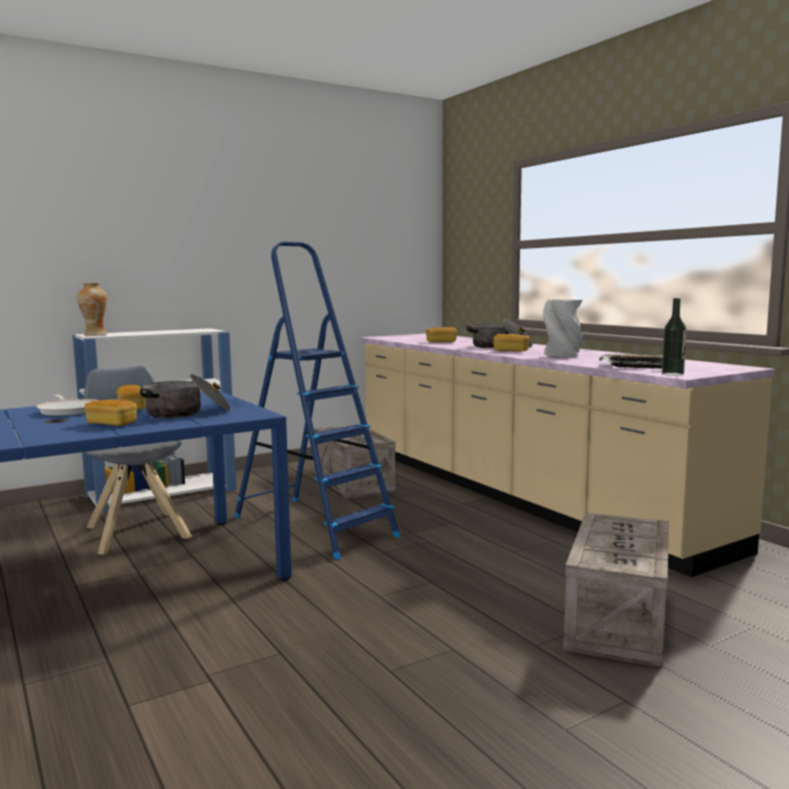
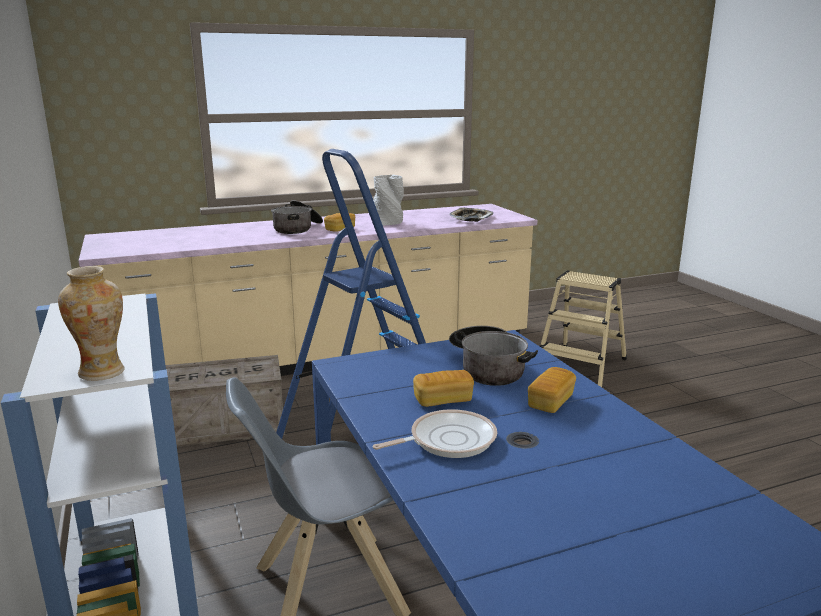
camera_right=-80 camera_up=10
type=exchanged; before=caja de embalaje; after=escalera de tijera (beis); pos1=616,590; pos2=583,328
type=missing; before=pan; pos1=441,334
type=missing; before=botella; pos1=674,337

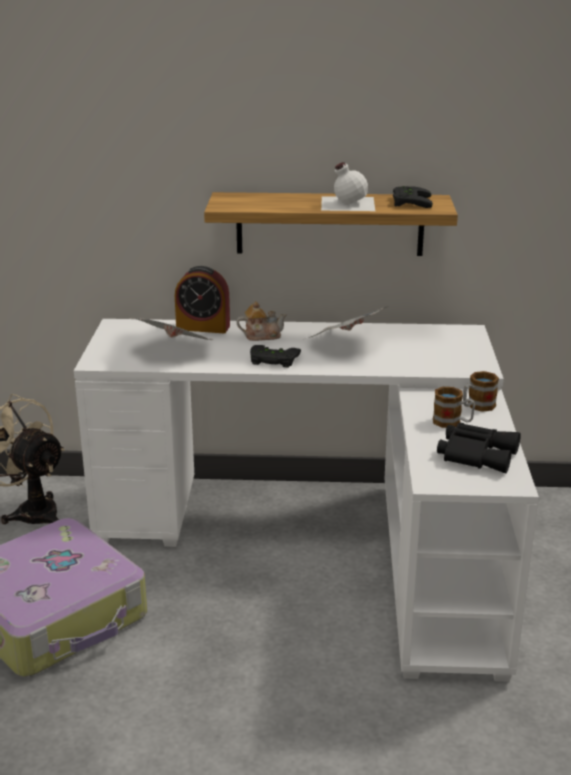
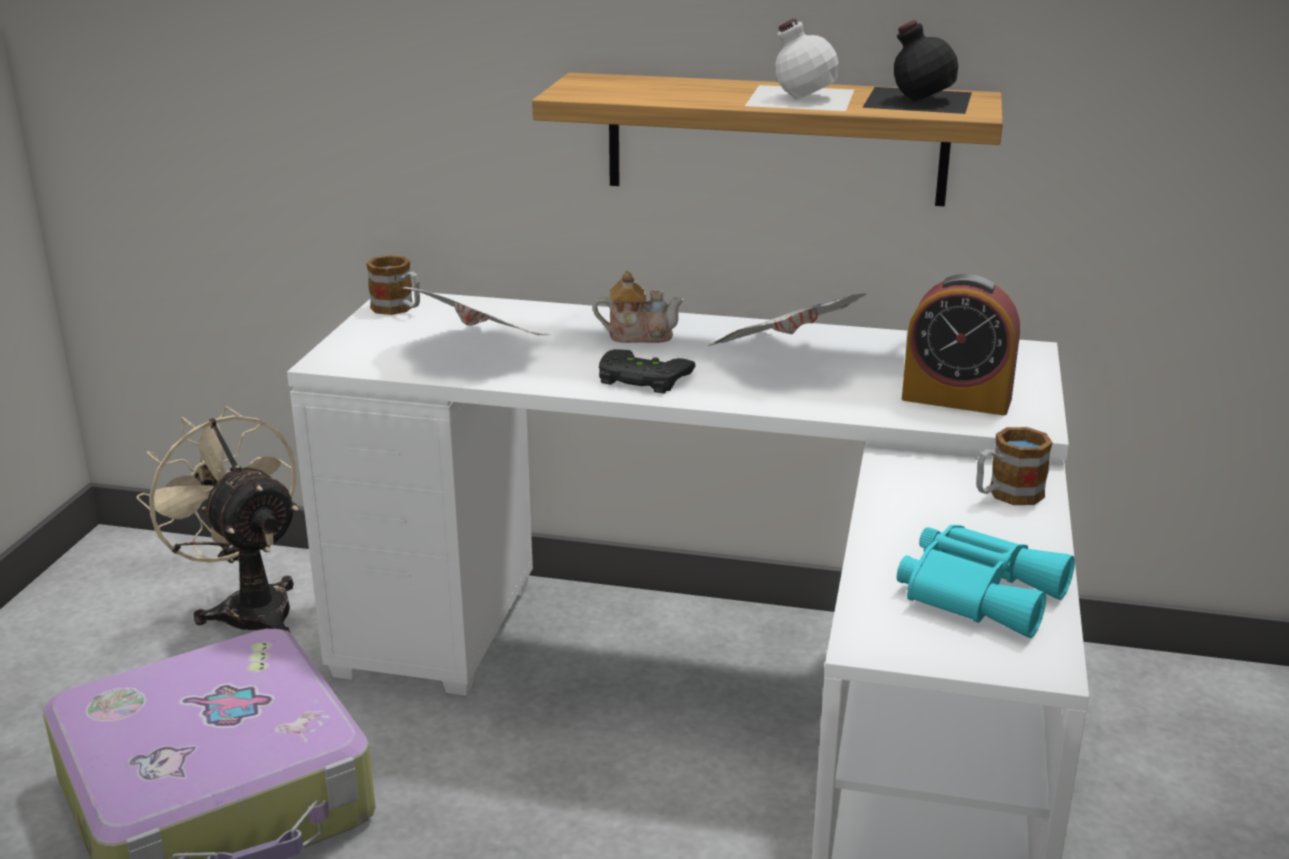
camera_right=10 camera_up=0
type=relocated; before=taza grande; pos1=454,407; pos2=393,285
type=exchanged; before=mando de consola (negro); after=botella (negro); pos1=413,197; pos2=917,67
type=colour; before=prismáticos (negro); after=prismáticos (turquesa); pos1=479,448; pos2=986,581
type=relocated; before=despertador; pos1=202,299; pos2=961,344

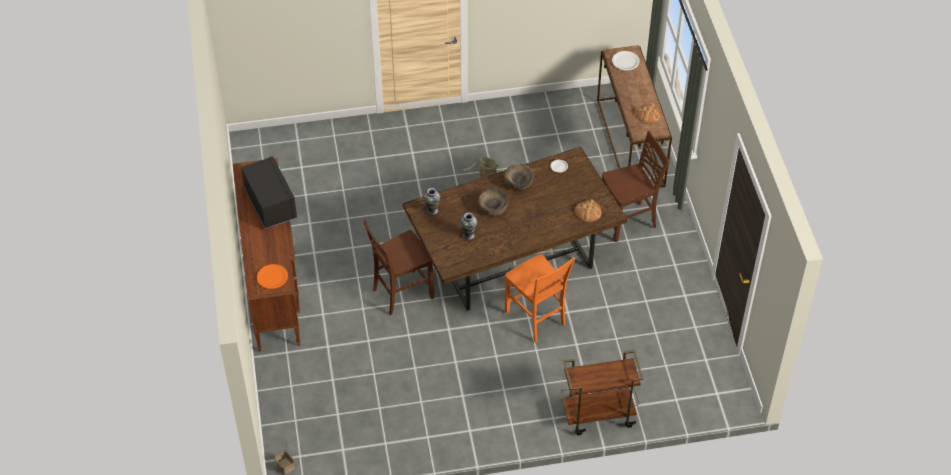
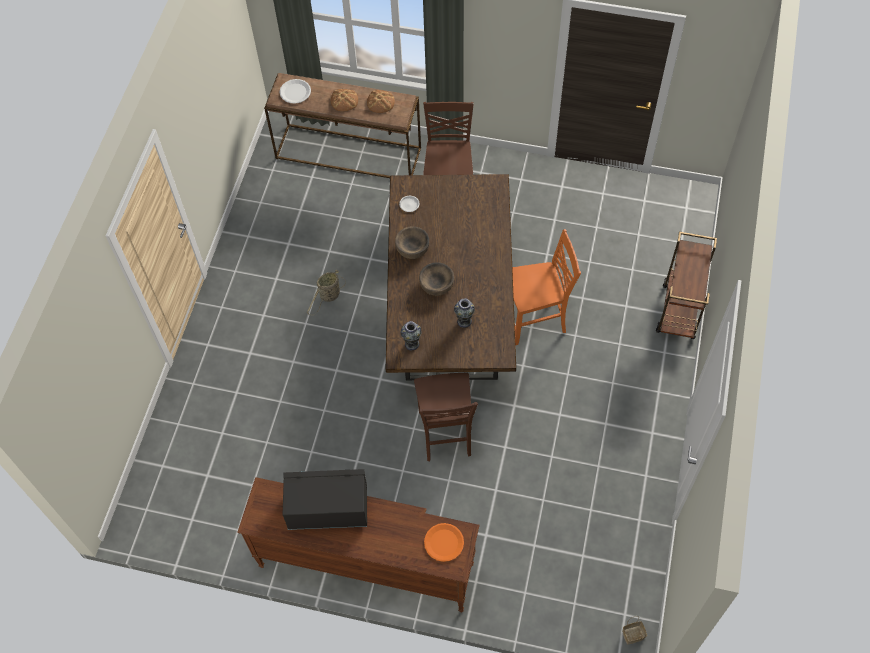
camera_right=-65 camera_up=10
type=relocated; before=pan; pos1=588,210; pos2=344,100

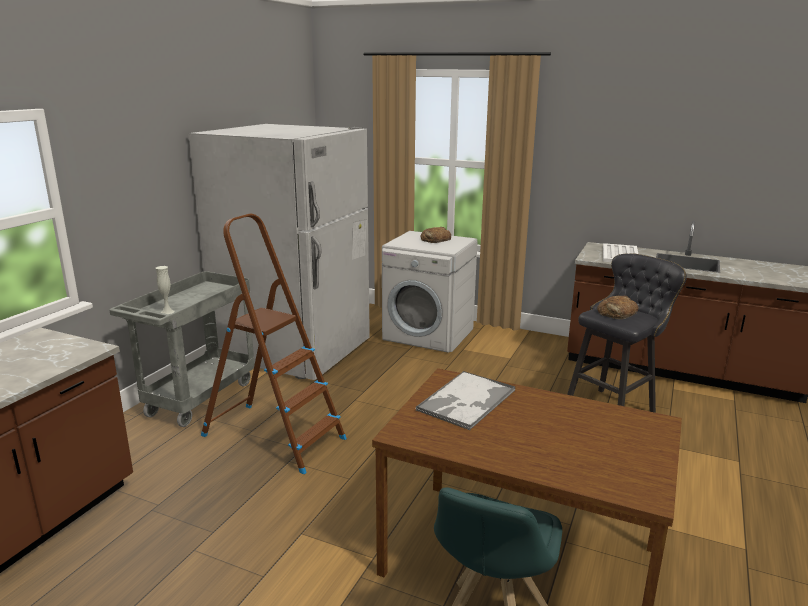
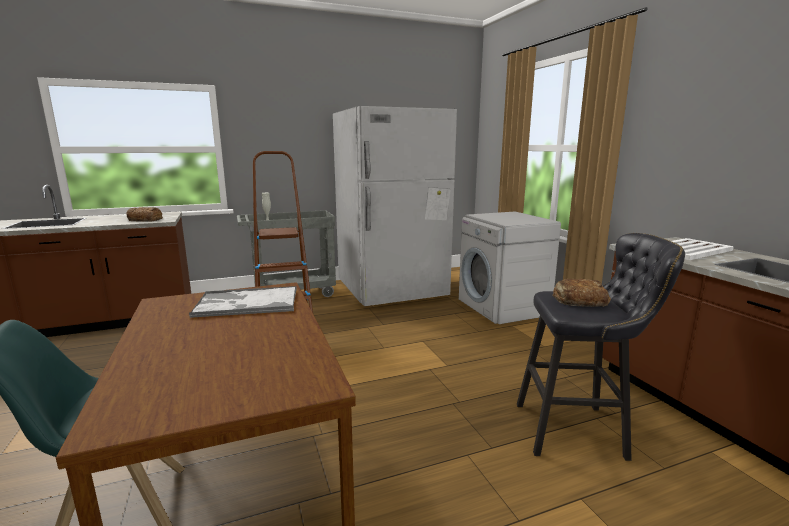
camera_right=45 camera_up=-5
type=relocated; before=pan; pos1=436,235; pos2=144,214

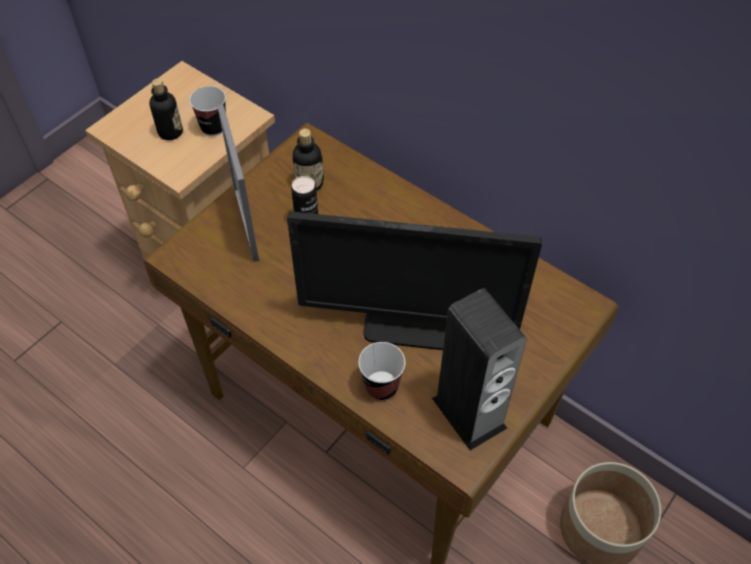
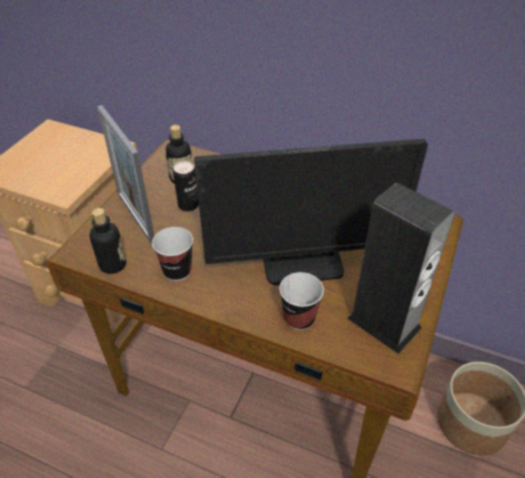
camera_right=-15 camera_up=-10
type=relocated; before=botella; pos1=166,109; pos2=107,241
type=relocated; before=taza; pos1=207,111; pos2=172,254

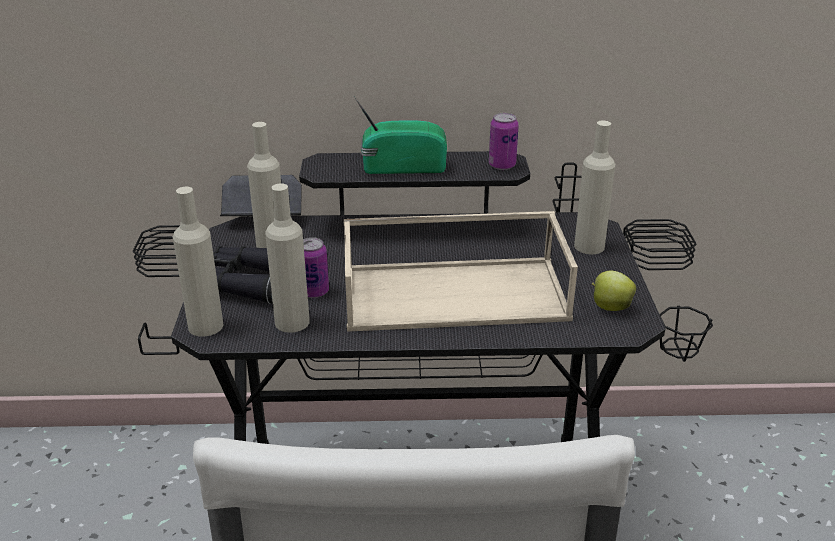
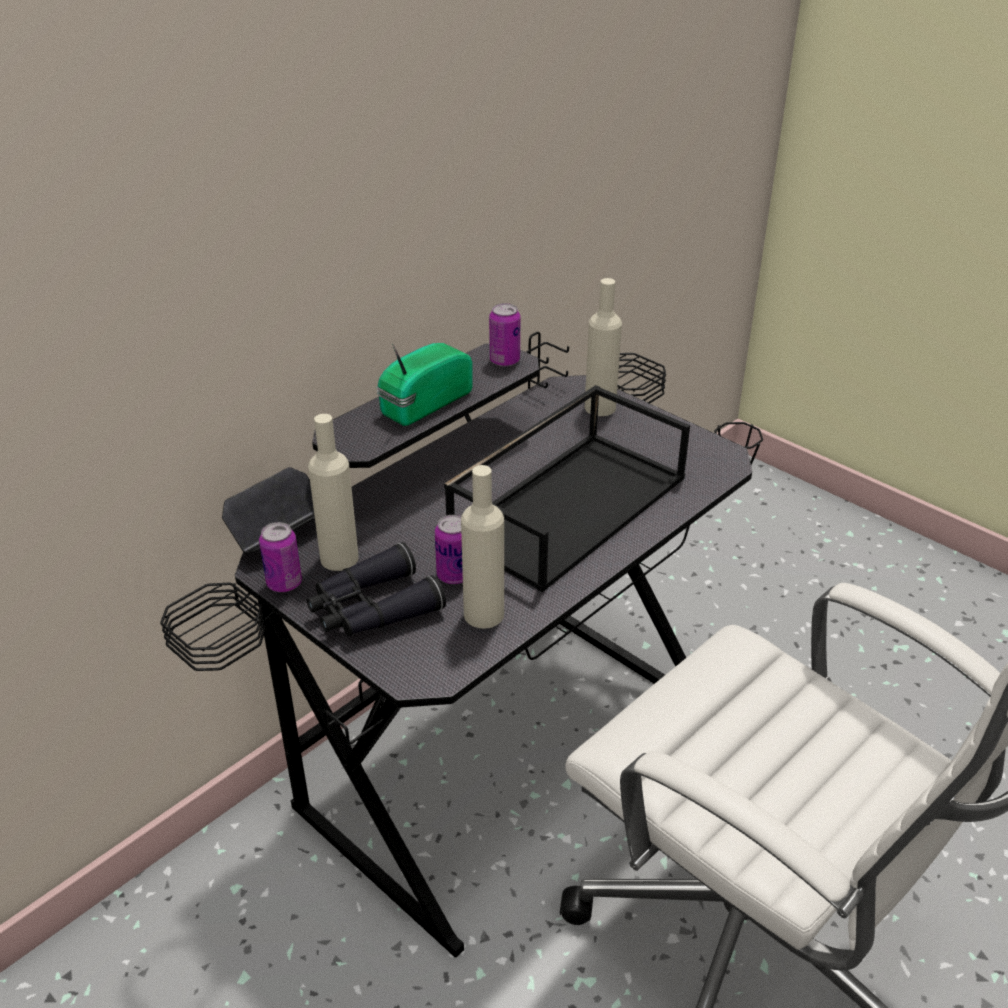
camera_right=-45 camera_up=5
type=appeared; after=lata; pos2=280,557
type=colour; before=bandeja (beis); after=bandeja (negro); pos1=461,271; pos2=567,488
type=missing; before=botella (beis); pos1=198,262
type=missing; before=manzana; pos1=613,291

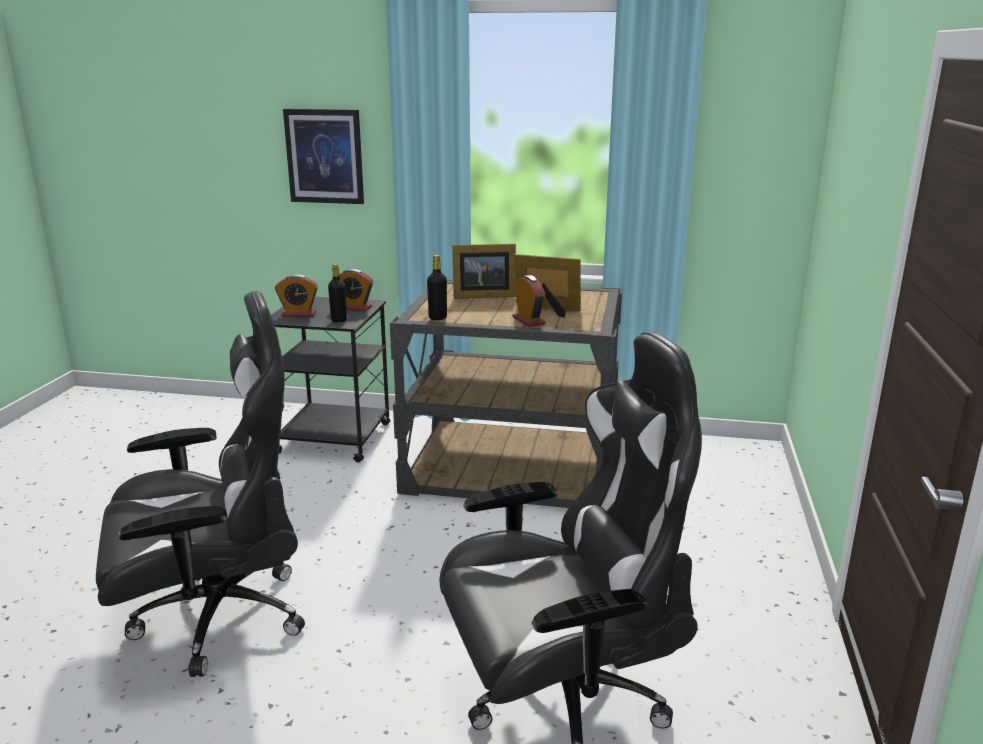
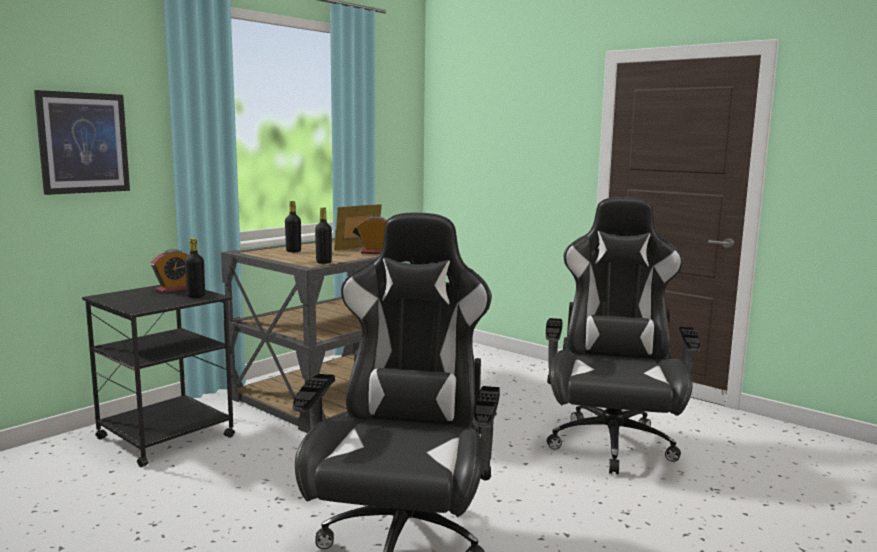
camera_right=-60 camera_up=-10
type=exchanged; before=portarretratos; after=botella (negro); pos1=484,271; pos2=293,226
type=missing; before=despertador; pos1=296,295

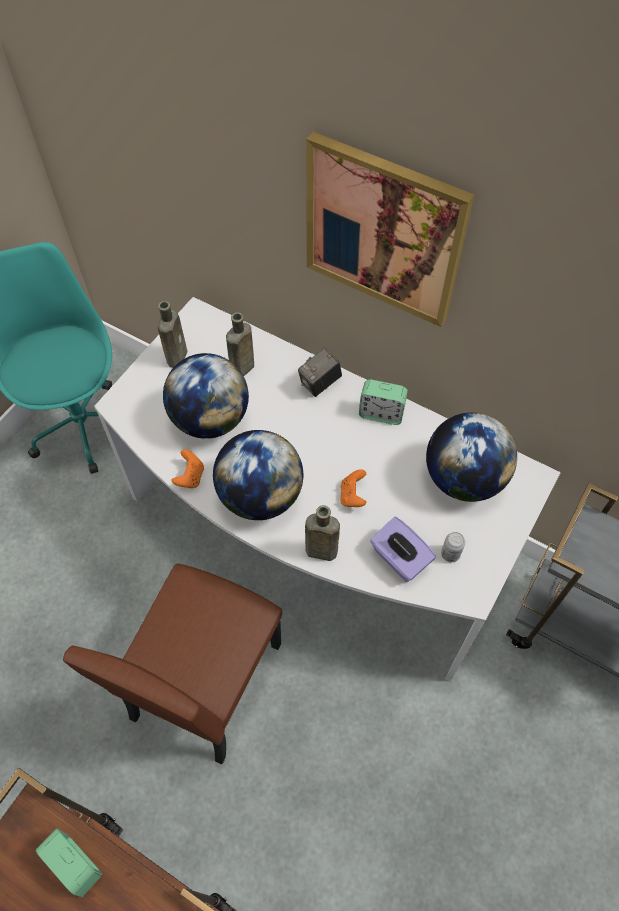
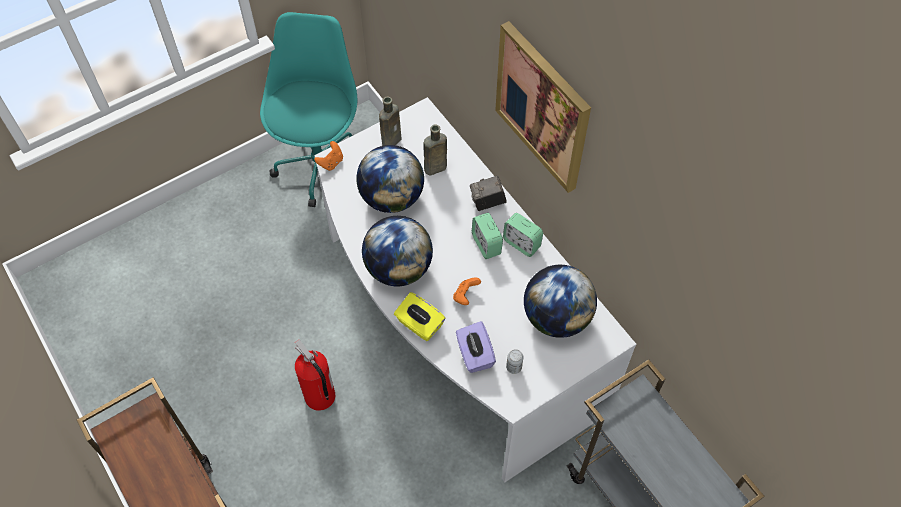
camera_right=25 camera_up=0
type=exchanged; before=silla (marrón); after=extintor; pos1=172,663; pos2=315,375
type=relocated; before=mando de consola (naranja); pos1=188,468; pos2=328,156
type=exchanged; before=botella (marrón); after=caja de pañuelos (amarillo); pos1=322,533; pos2=419,316
type=relocated; before=despertador; pos1=68,862; pos2=487,236

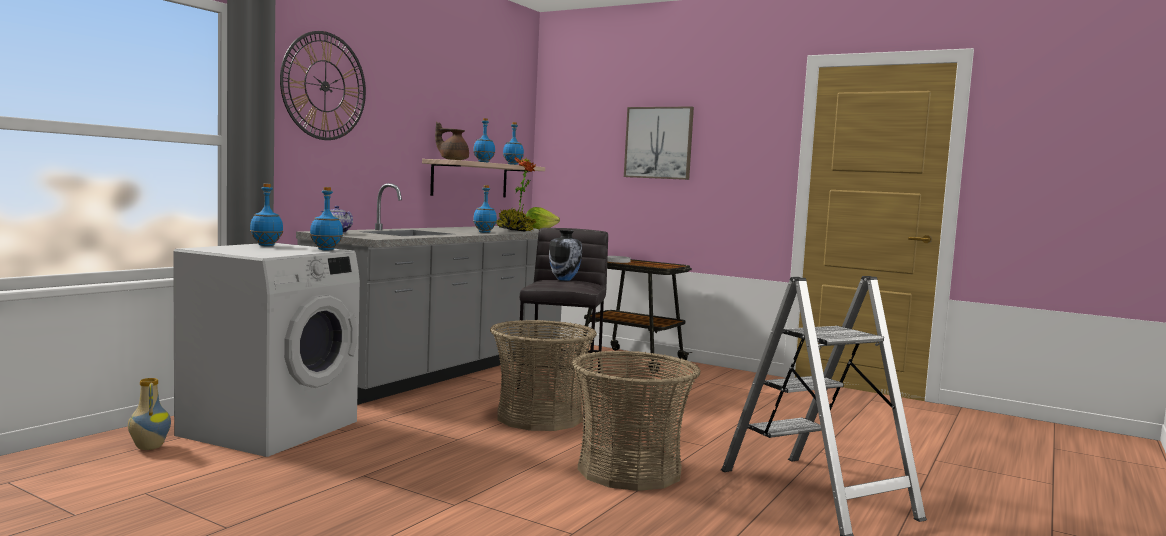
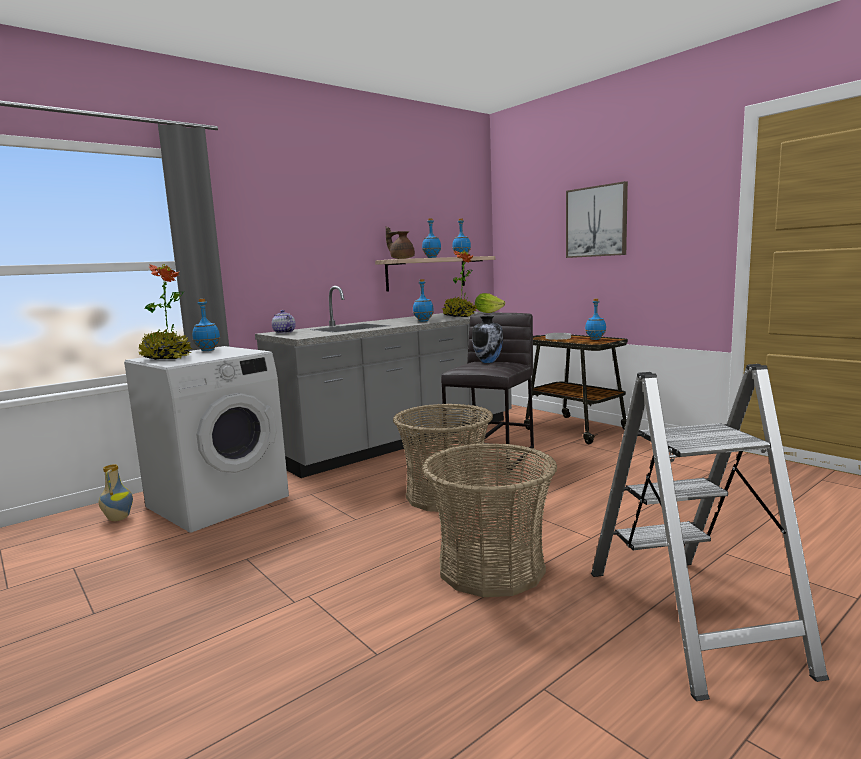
camera_right=20 camera_up=5
type=appeared; after=planta en maceta; pos2=165,312
type=relocated; before=botella (azul); pos1=326,218; pos2=595,319
type=missing; before=reloj de pared; pos1=323,85

